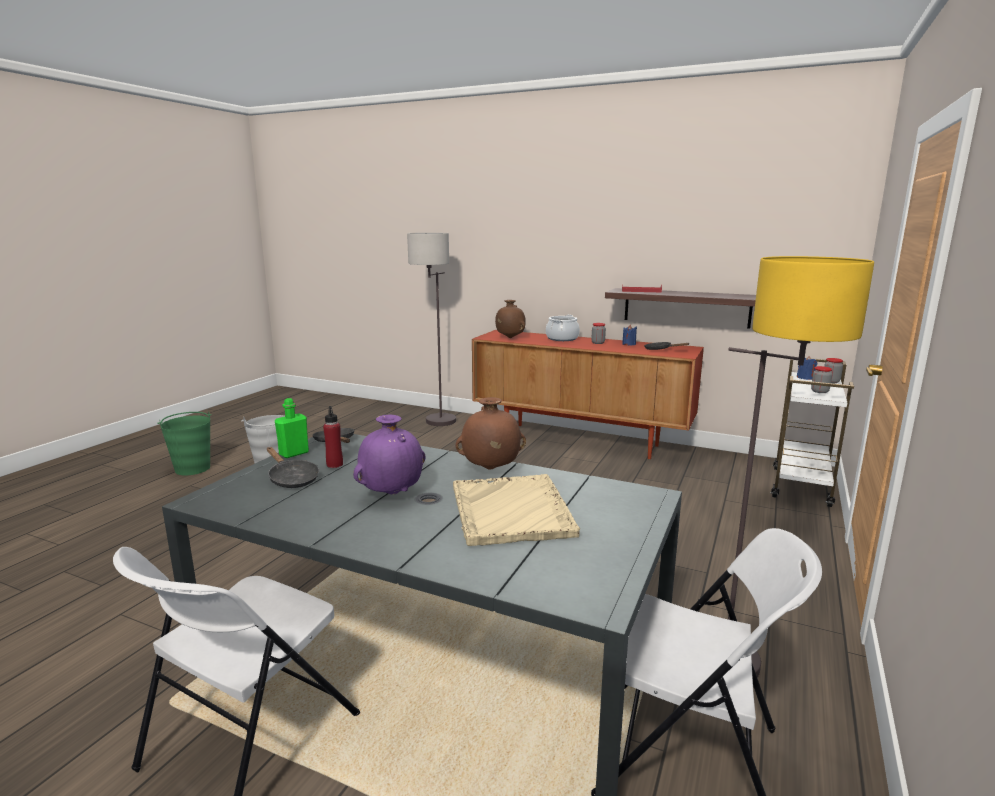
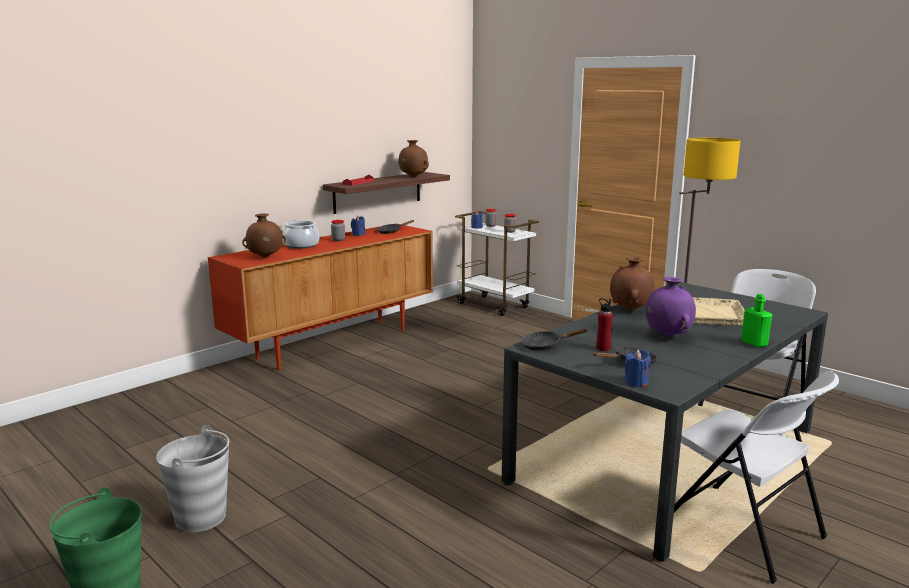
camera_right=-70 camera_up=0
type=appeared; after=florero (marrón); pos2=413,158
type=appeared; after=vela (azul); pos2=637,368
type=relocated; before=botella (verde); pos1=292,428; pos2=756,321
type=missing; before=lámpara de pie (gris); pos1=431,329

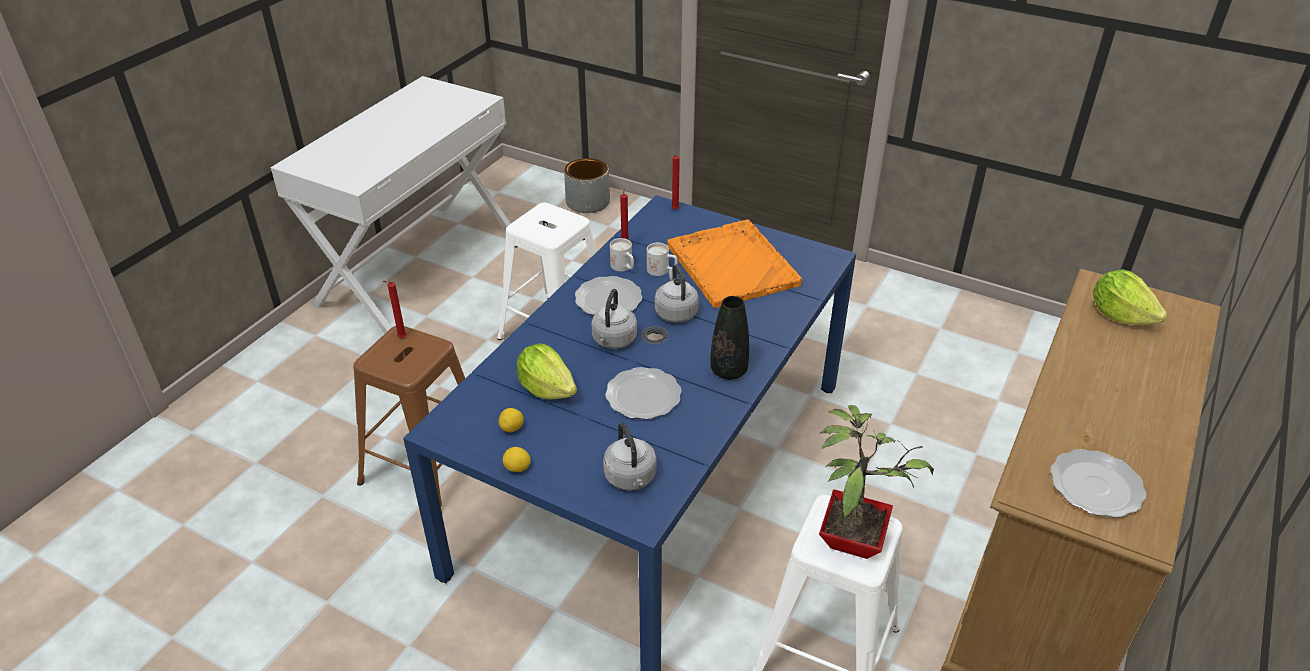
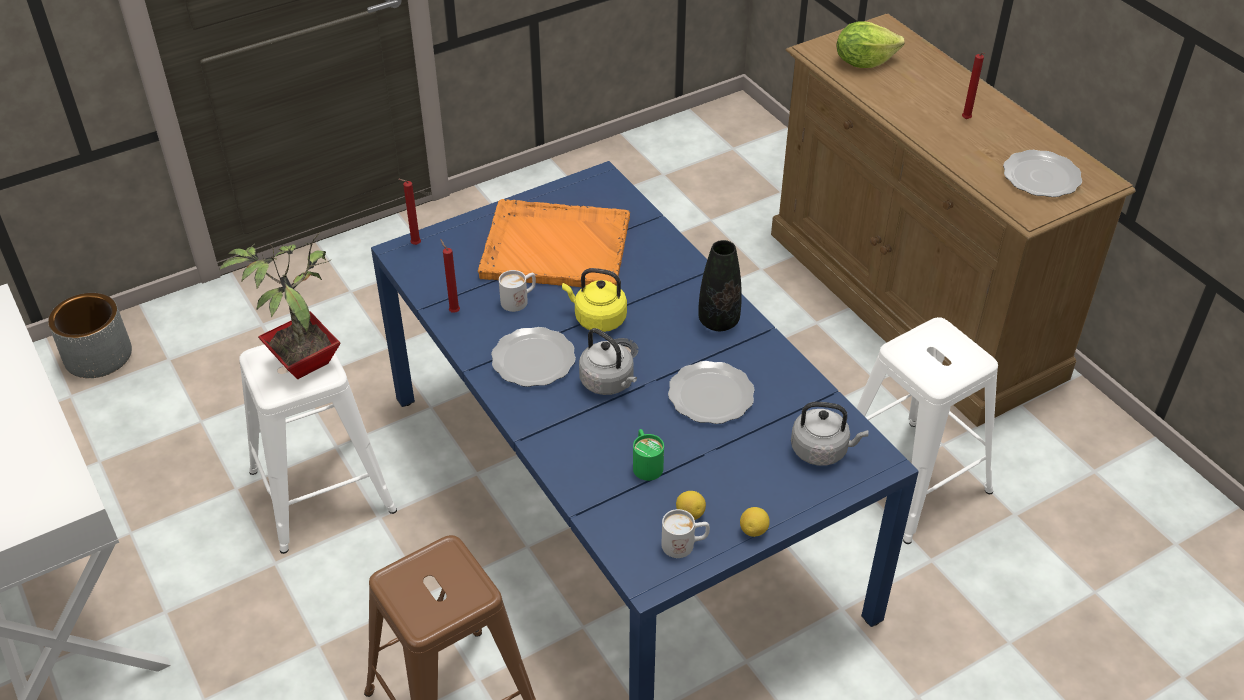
camera_right=-60 camera_up=5
type=relocated; before=planta en maceta; pos1=876,482; pos2=280,305
type=colour; before=hervidor (gris); after=hervidor (amarillo); pos1=677,293; pos2=594,300
type=exchanged; before=lechuga; after=taza grande (verde); pos1=547,371; pos2=648,455
type=relocated; before=taza grande (blanco); pos1=622,254; pos2=686,533
type=relocated; before=vela (rojo); pos1=395,309; pos2=973,86

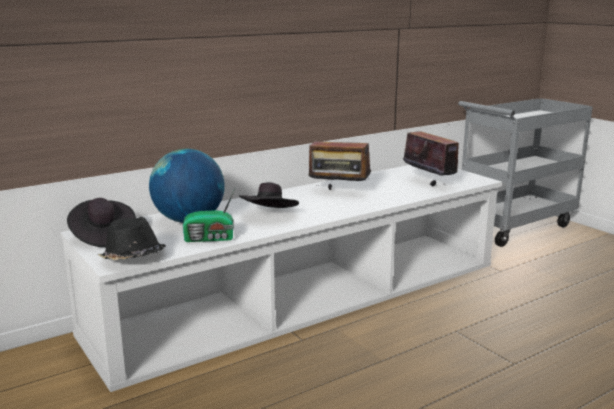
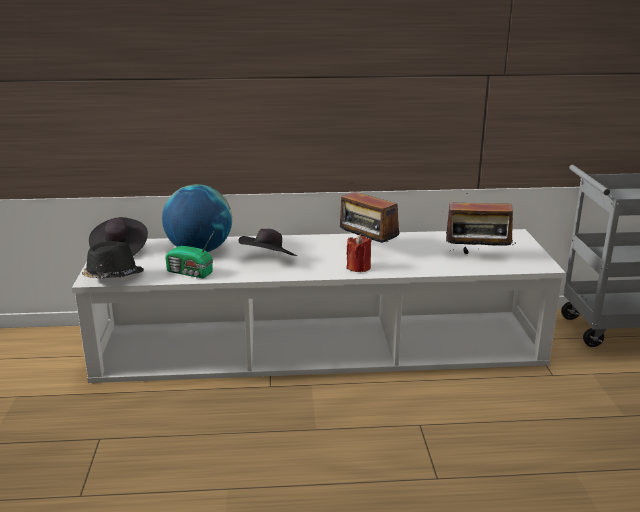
camera_right=30 camera_up=5
type=appeared; after=vela (rojo); pos2=359,253
type=spun; before=radio; pos1=431,155; pos2=481,223; turn=105

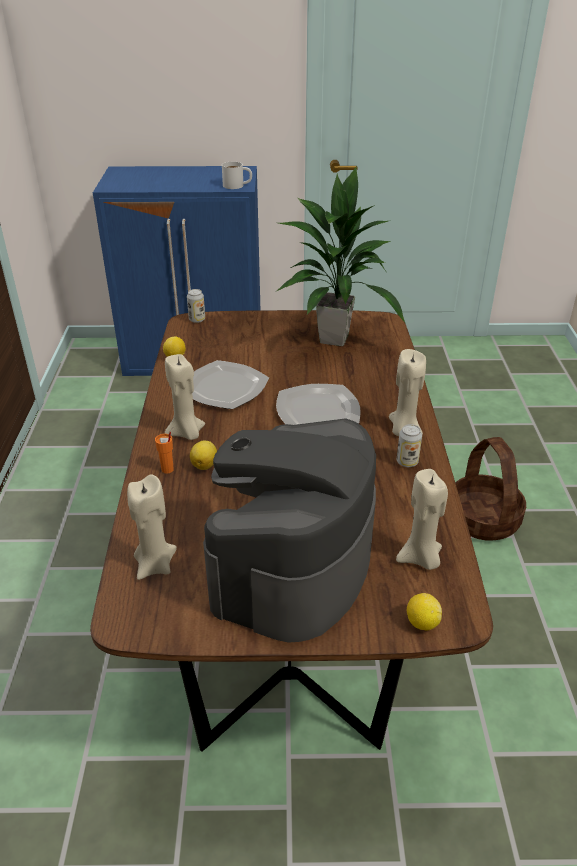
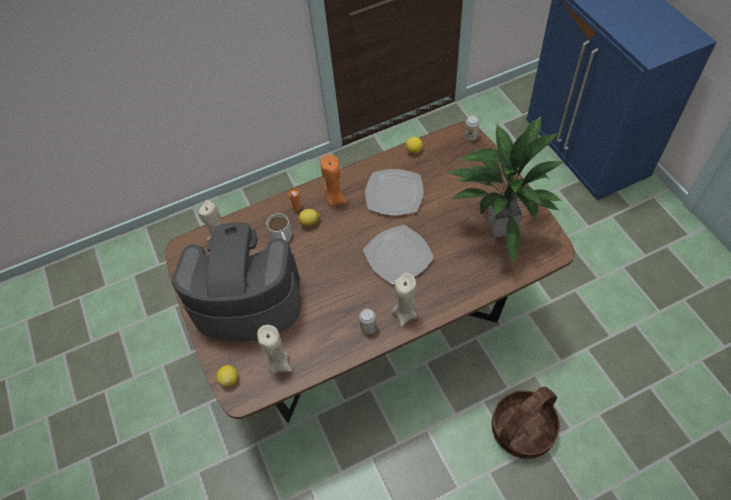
camera_right=70 camera_up=20
type=relocated; before=taza grande (blanco); pos1=237,175; pos2=279,227
type=colour; before=vela (beis); after=vela (naranja); pos1=185,397; pos2=333,180

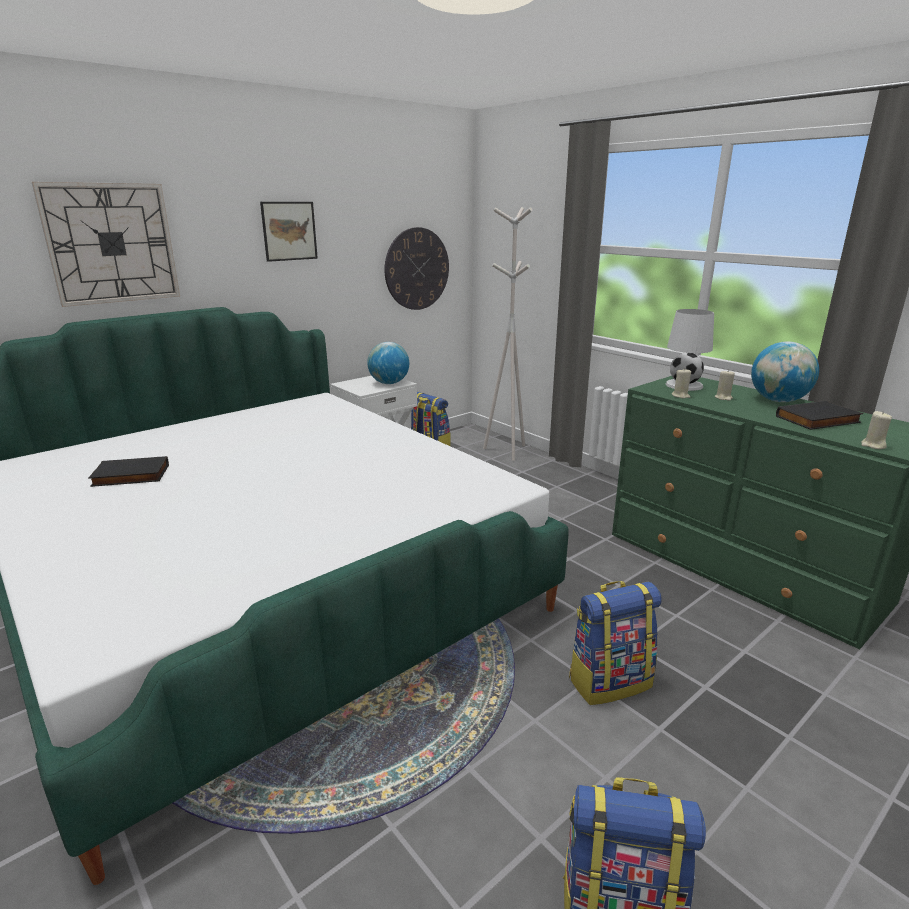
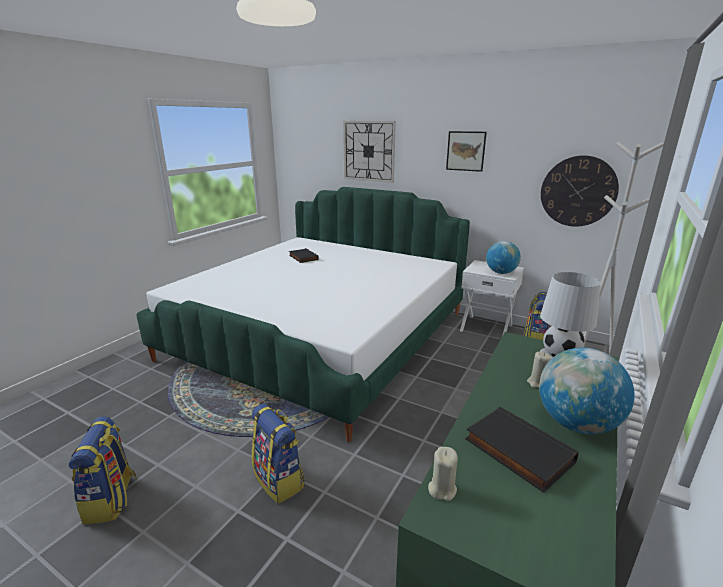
camera_right=70 camera_up=0
type=missing; before=vela (beis); pos1=681,383

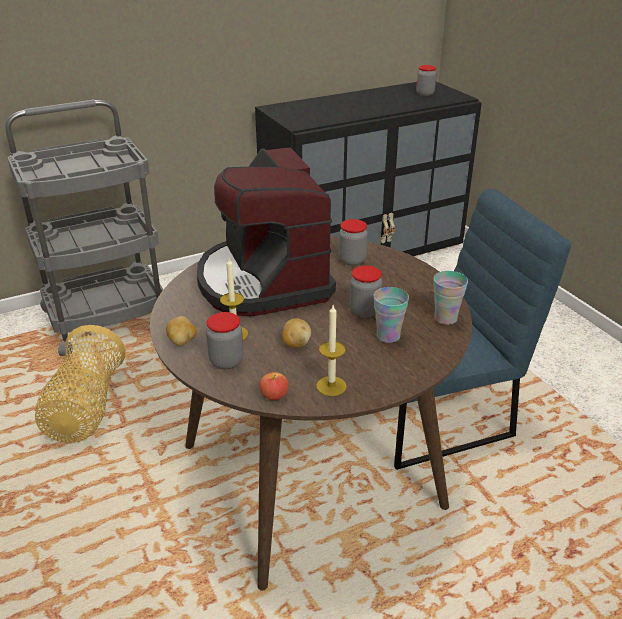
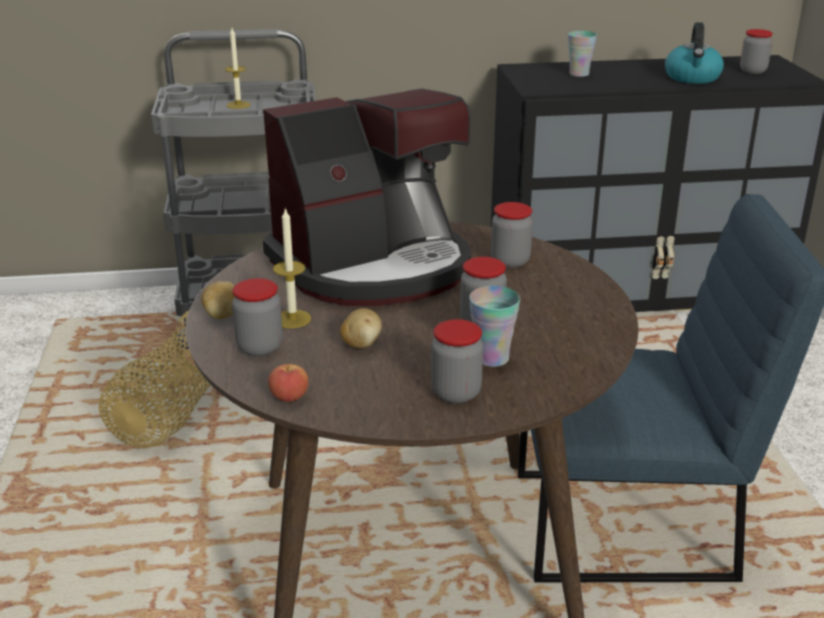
camera_right=20 camera_up=-5
type=relocated; before=vela; pos1=331,350; pos2=237,68
type=spun; before=cafetera; pos1=266,231; pos2=367,197; turn=-120
type=appeared; after=tarro; pos2=457,361
type=relocated; before=taza; pos1=451,298; pos2=582,54
type=appeared; after=hervidor; pos2=694,53

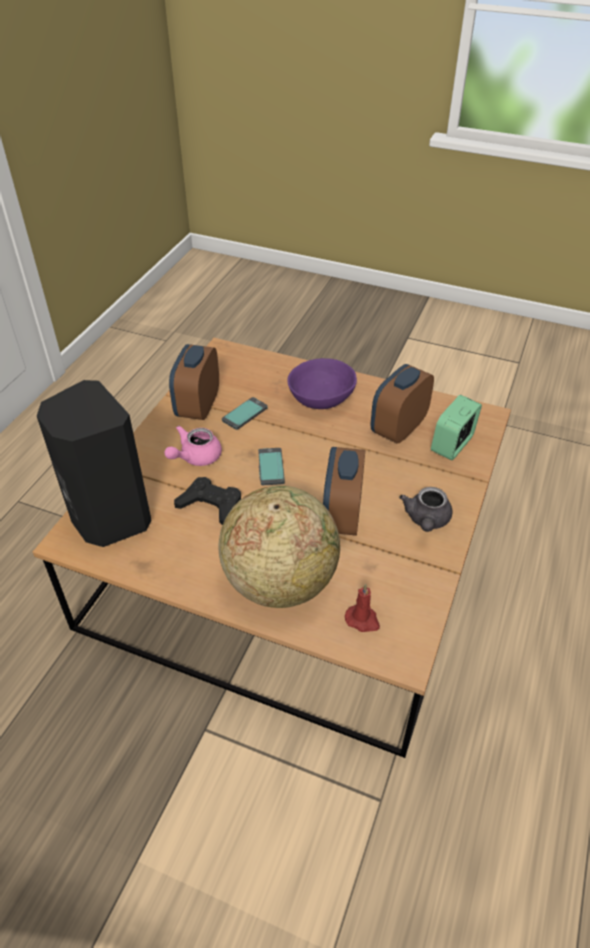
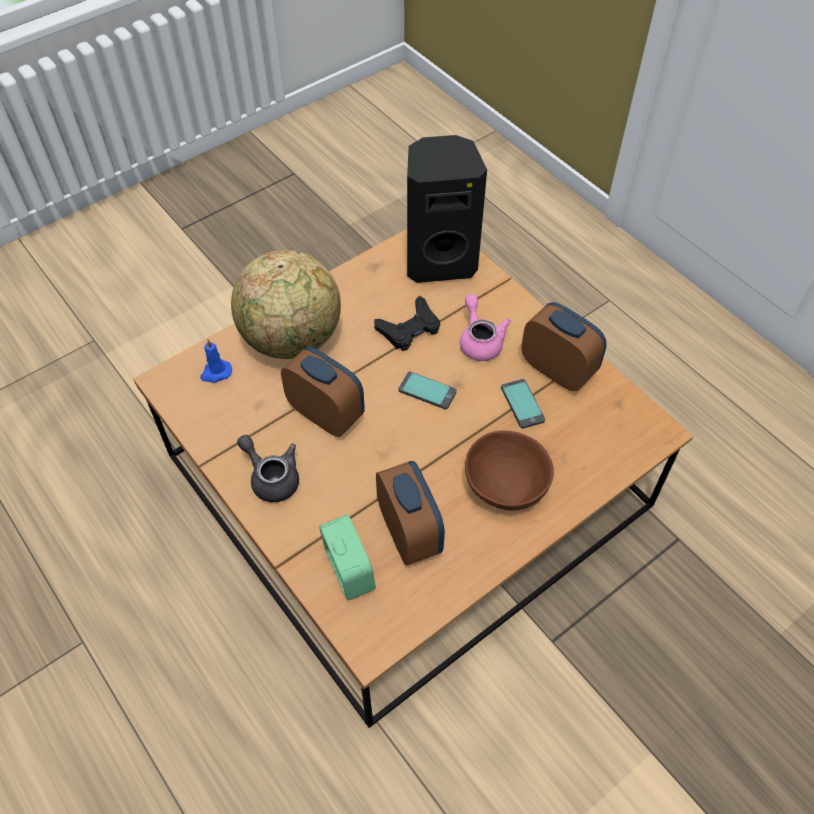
camera_right=120 camera_up=10
type=colour; before=vela (rojo); after=vela (azul); pos1=362,608; pos2=216,361
type=colour; before=cuenco (morado); after=cuenco (marrón); pos1=322,383; pos2=509,470

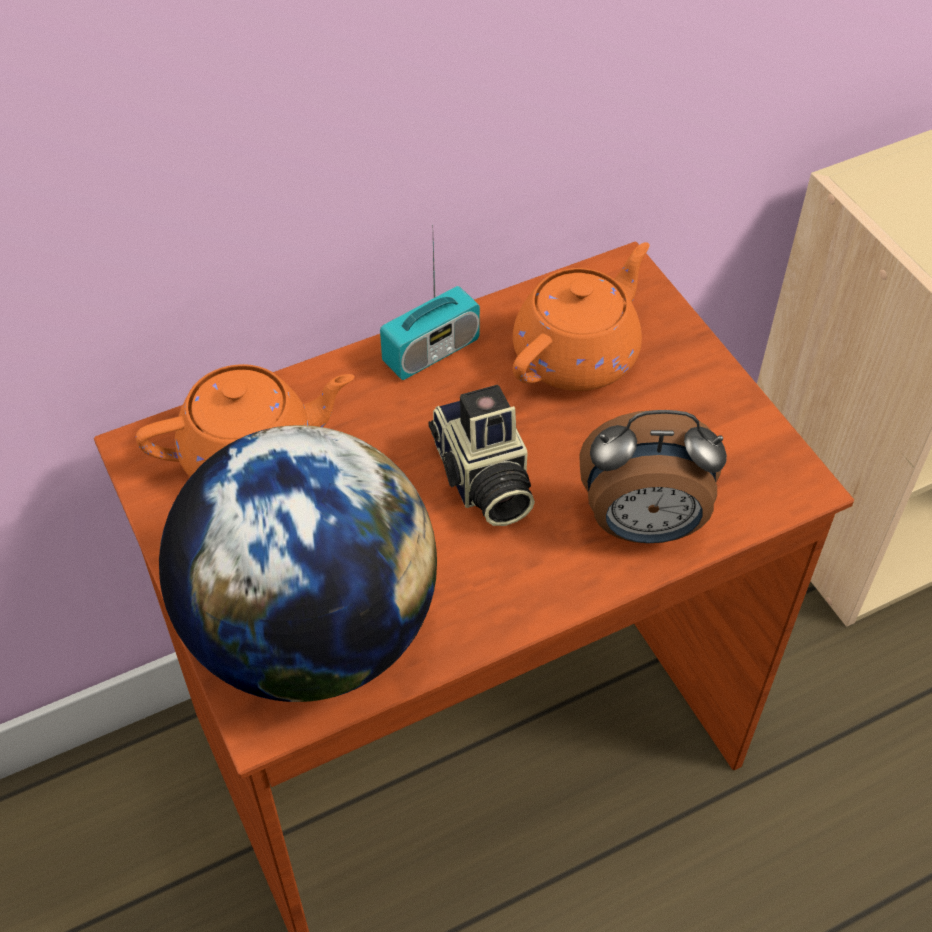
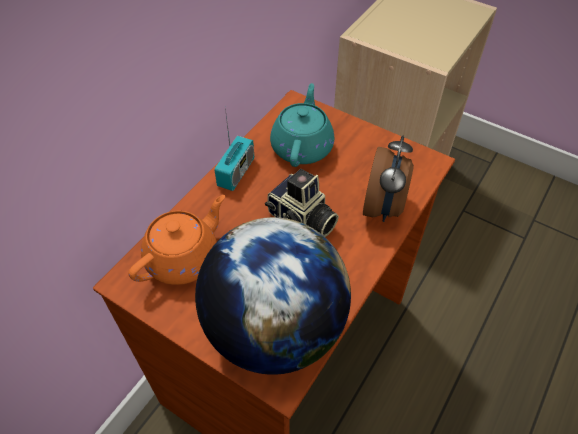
camera_right=-30 camera_up=0
type=colour; before=tetera (naranja); after=tetera (turquesa); pos1=581,316; pos2=302,125
type=spun; before=despertador; pos1=653,476; pos2=388,178; turn=-45

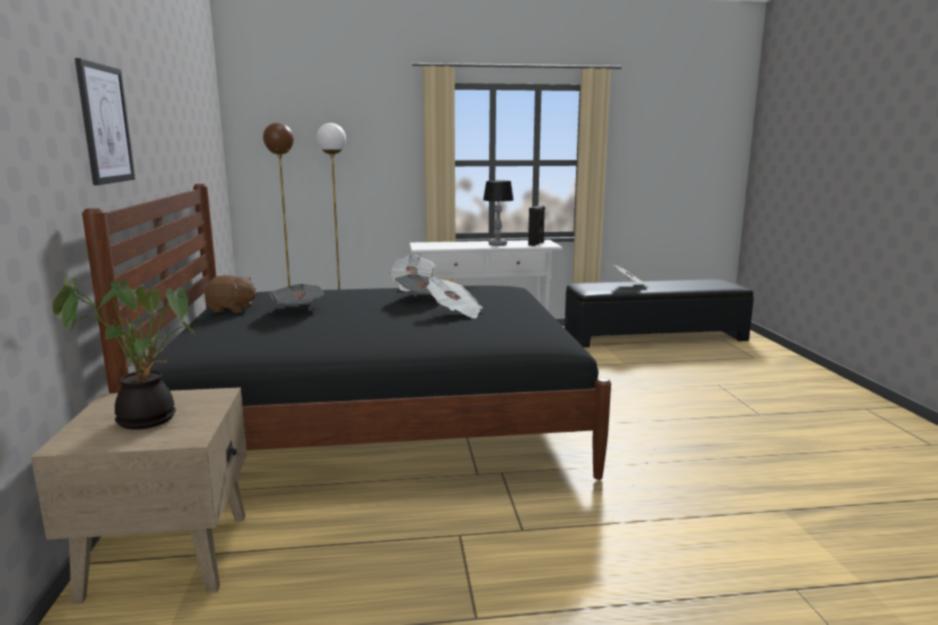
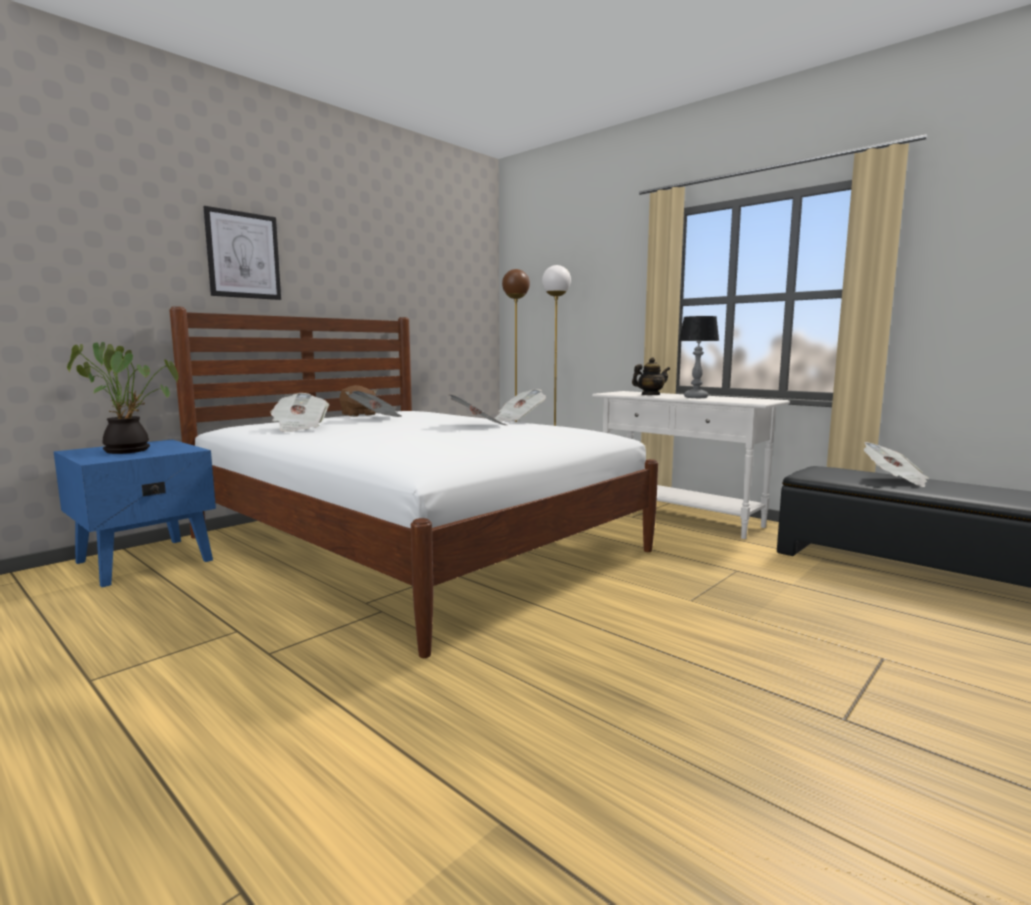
camera_right=50 camera_up=-5
type=colour; before=mesita de noche (beis); after=mesita de noche (azul); pos1=139,495; pos2=134,513
type=colour; before=cama (negro); after=cama (blanco); pos1=346,332; pos2=413,482
type=relocated; before=periódico; pos1=455,298; pos2=299,412
type=appeared; after=tetera; pos2=651,376
type=missing; before=altavoz (negro); pos1=536,226

